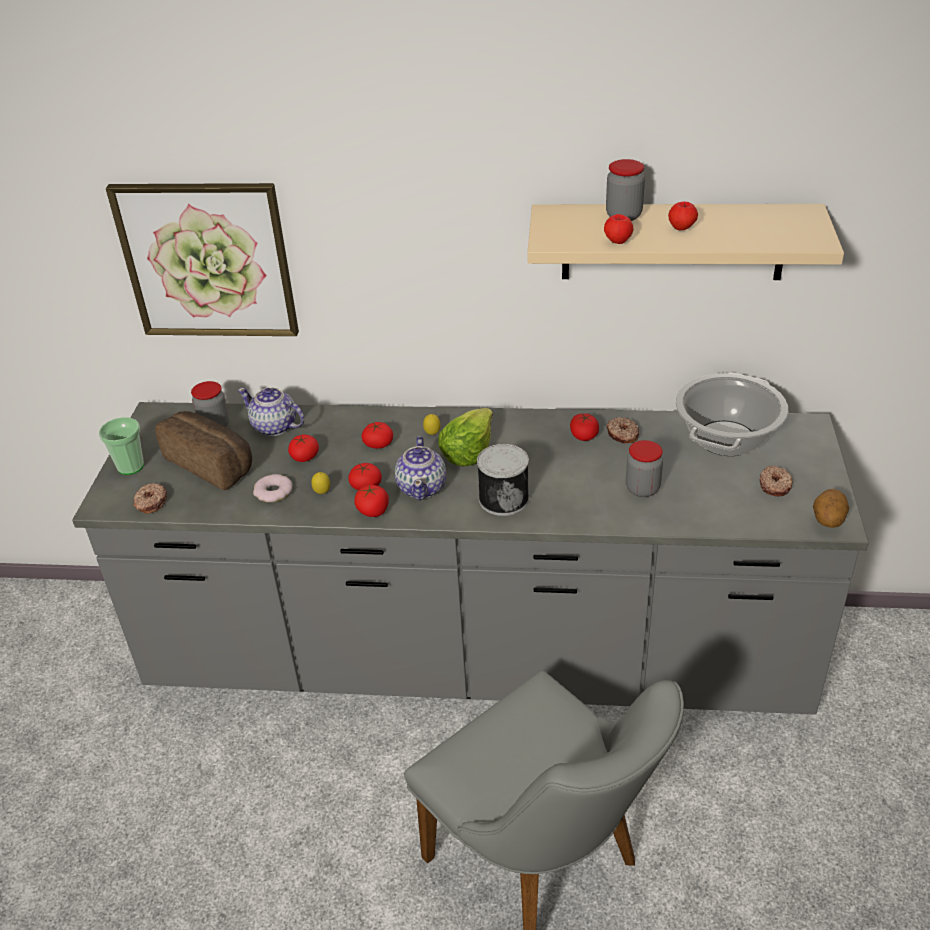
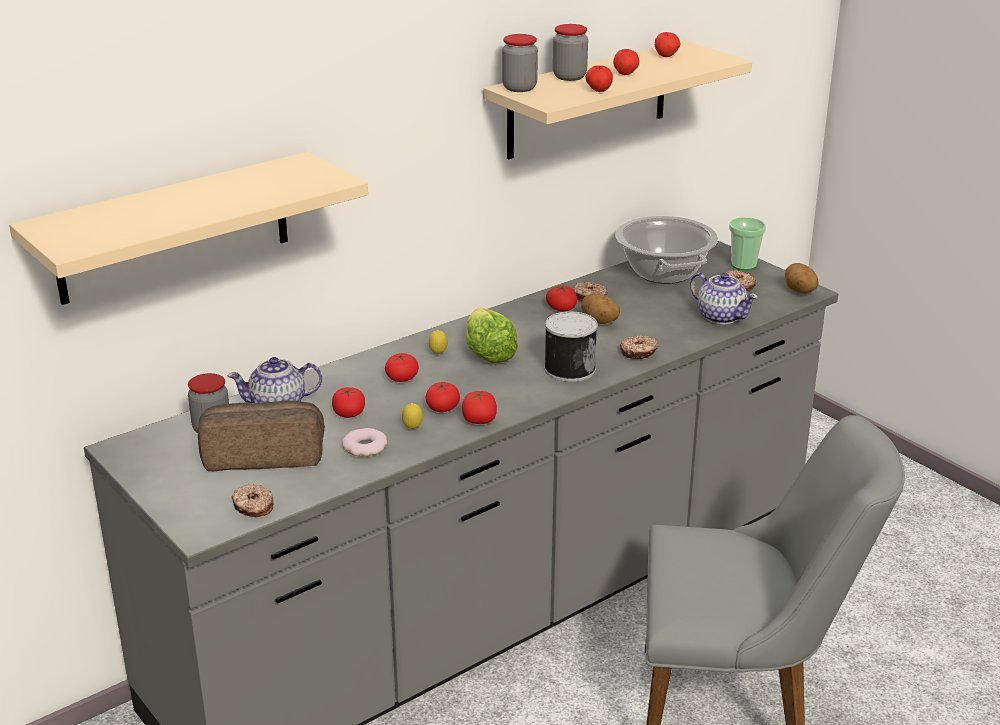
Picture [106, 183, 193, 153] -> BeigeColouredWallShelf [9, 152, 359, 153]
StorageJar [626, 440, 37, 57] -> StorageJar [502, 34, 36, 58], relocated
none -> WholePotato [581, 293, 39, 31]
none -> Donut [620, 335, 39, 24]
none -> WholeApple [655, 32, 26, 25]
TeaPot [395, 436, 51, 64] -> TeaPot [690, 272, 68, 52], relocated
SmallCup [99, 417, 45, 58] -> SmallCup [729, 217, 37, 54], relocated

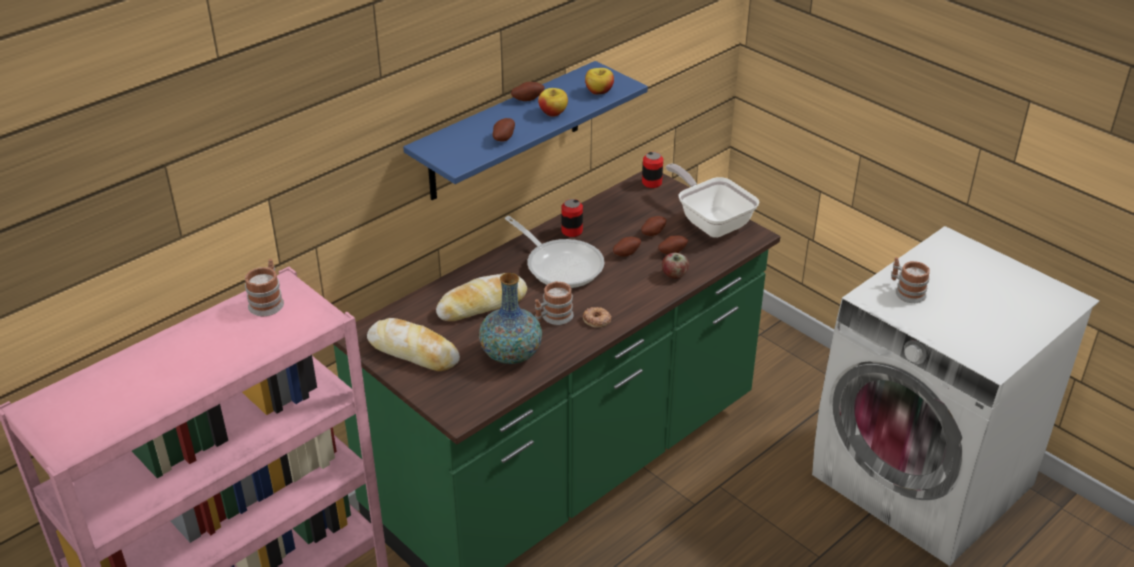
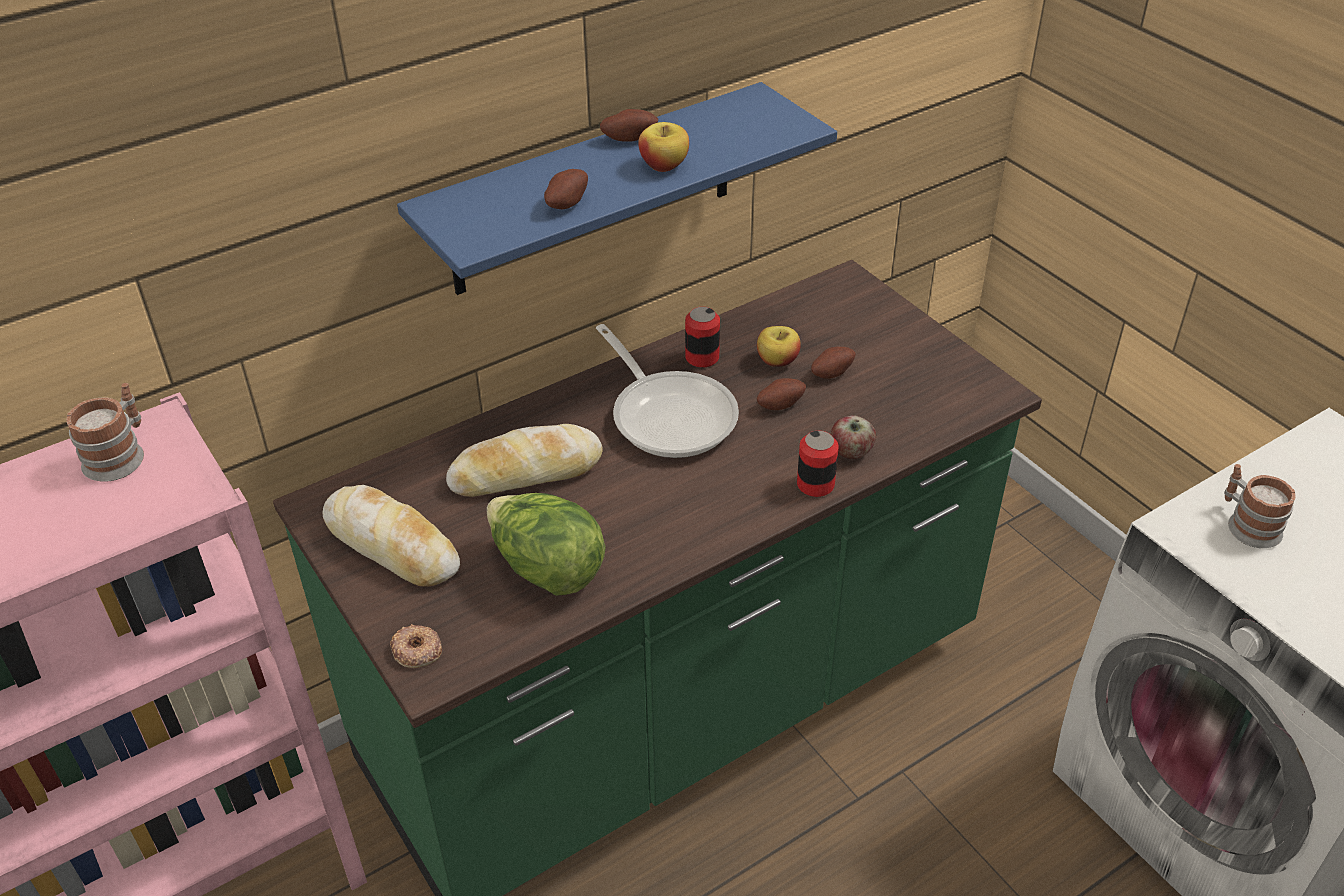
Donut [583, 307, 28, 20] -> Donut [390, 624, 52, 44], relocated
FlowerVase [479, 273, 63, 91] -> LettuceHead [487, 493, 119, 103]
WholeApple [585, 68, 29, 26] -> WholeApple [757, 326, 44, 41], relocated
SealedCan [642, 152, 21, 36] -> SealedCan [797, 431, 42, 66], relocated
Mug [535, 281, 39, 44] -> none
WholePotato [658, 236, 30, 18] -> none
FryingPan [666, 164, 93, 74] -> none

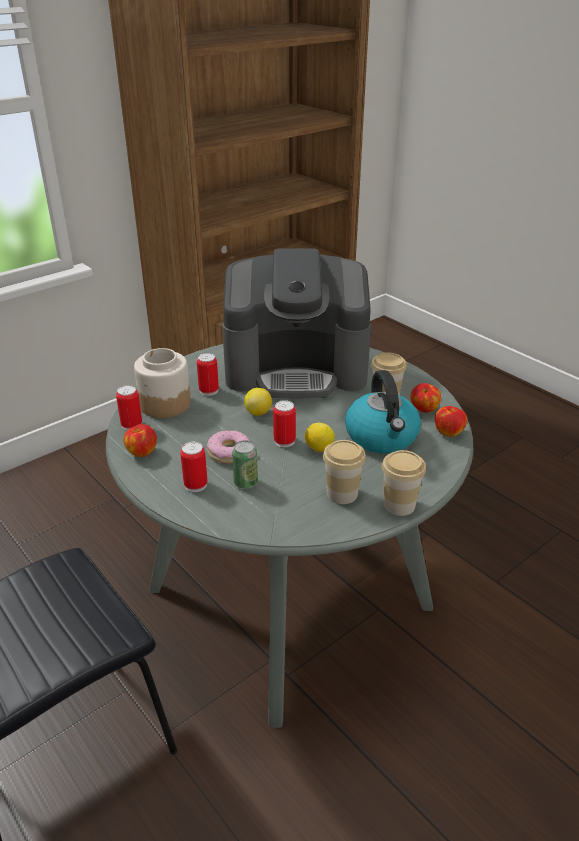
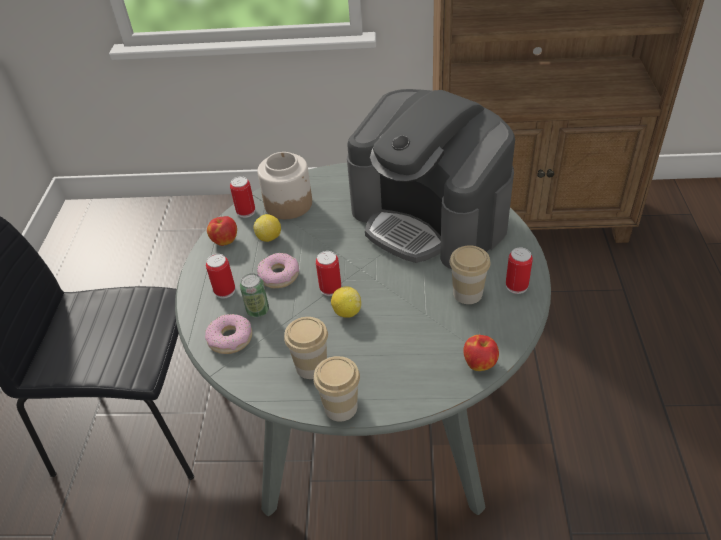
none -> Donut [205, 314, 47, 40]
CitrusFruit [244, 388, 28, 28] -> CitrusFruit [253, 214, 28, 28], relocated
SealedCan [197, 353, 22, 43] -> SealedCan [506, 248, 27, 46], relocated
Kettle [345, 370, 76, 83] -> none
WholeApple [411, 383, 30, 30] -> none

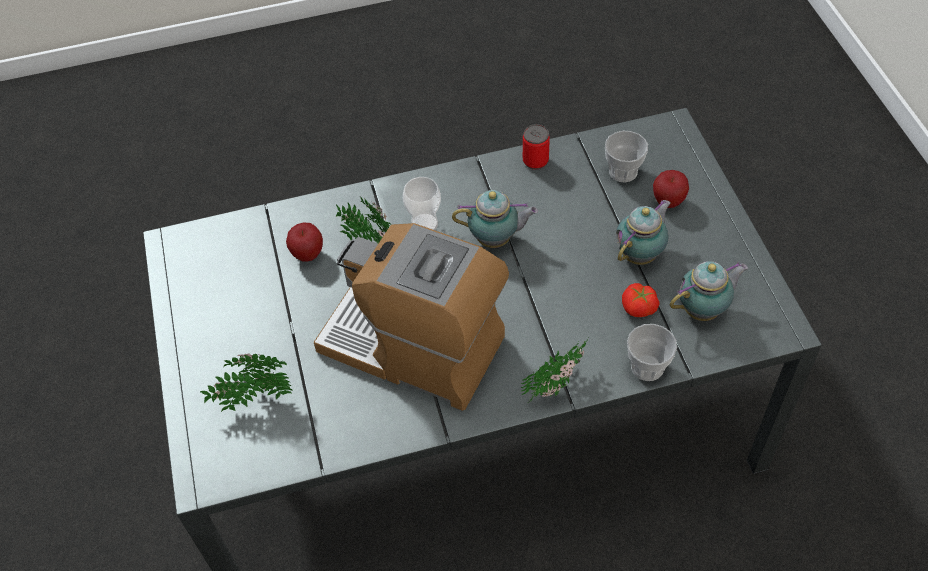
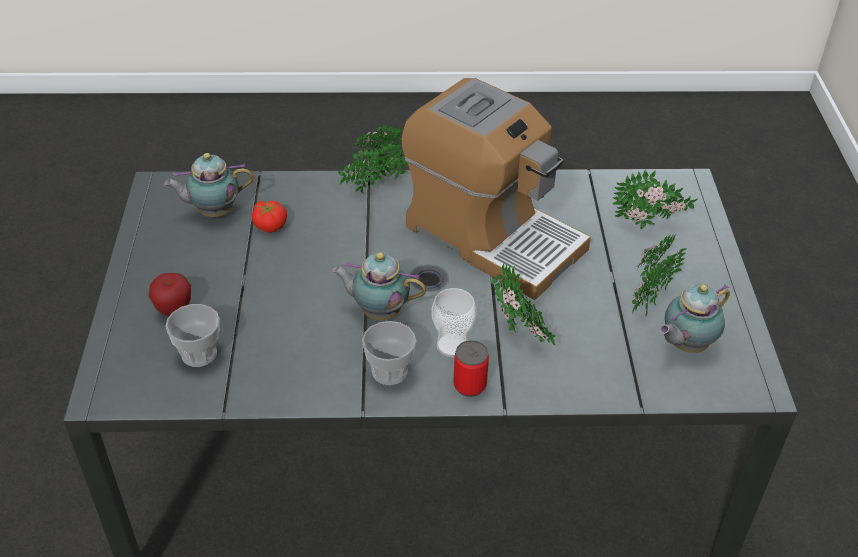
SmallCup [627, 324, 50, 57] -> SmallCup [362, 321, 54, 64], relocated
SealedCan [523, 124, 27, 45] -> SealedCan [453, 340, 36, 57], relocated
none -> PottedPlant [632, 235, 54, 83]
TeaPot [616, 200, 55, 65] -> TeaPot [659, 284, 71, 69], relocated
WholeApple [286, 222, 37, 40] -> none

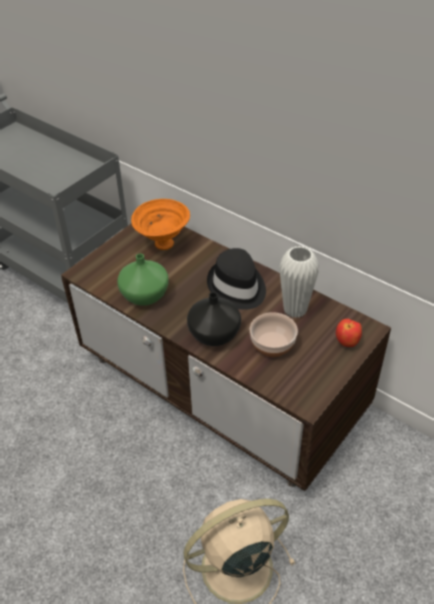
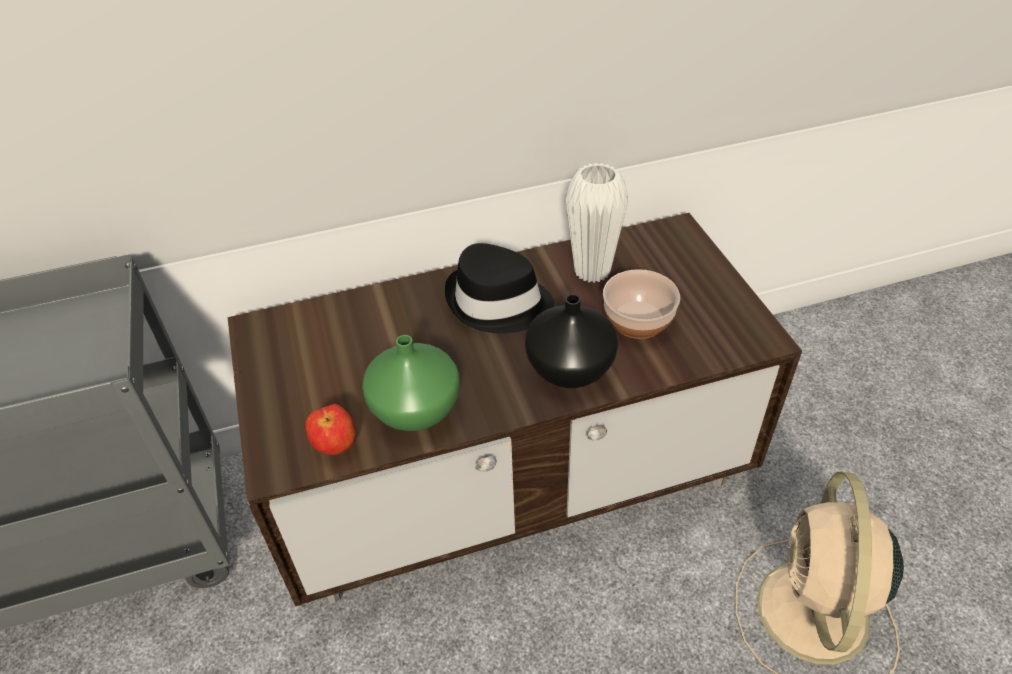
WholeApple [336, 319, 26, 28] -> WholeApple [305, 404, 51, 51], relocated
OrangeColouredBowl [131, 199, 59, 51] -> none

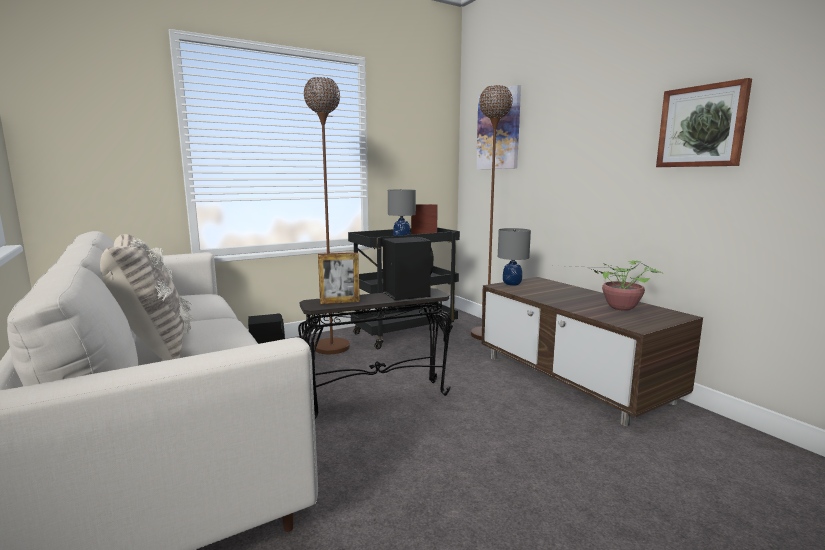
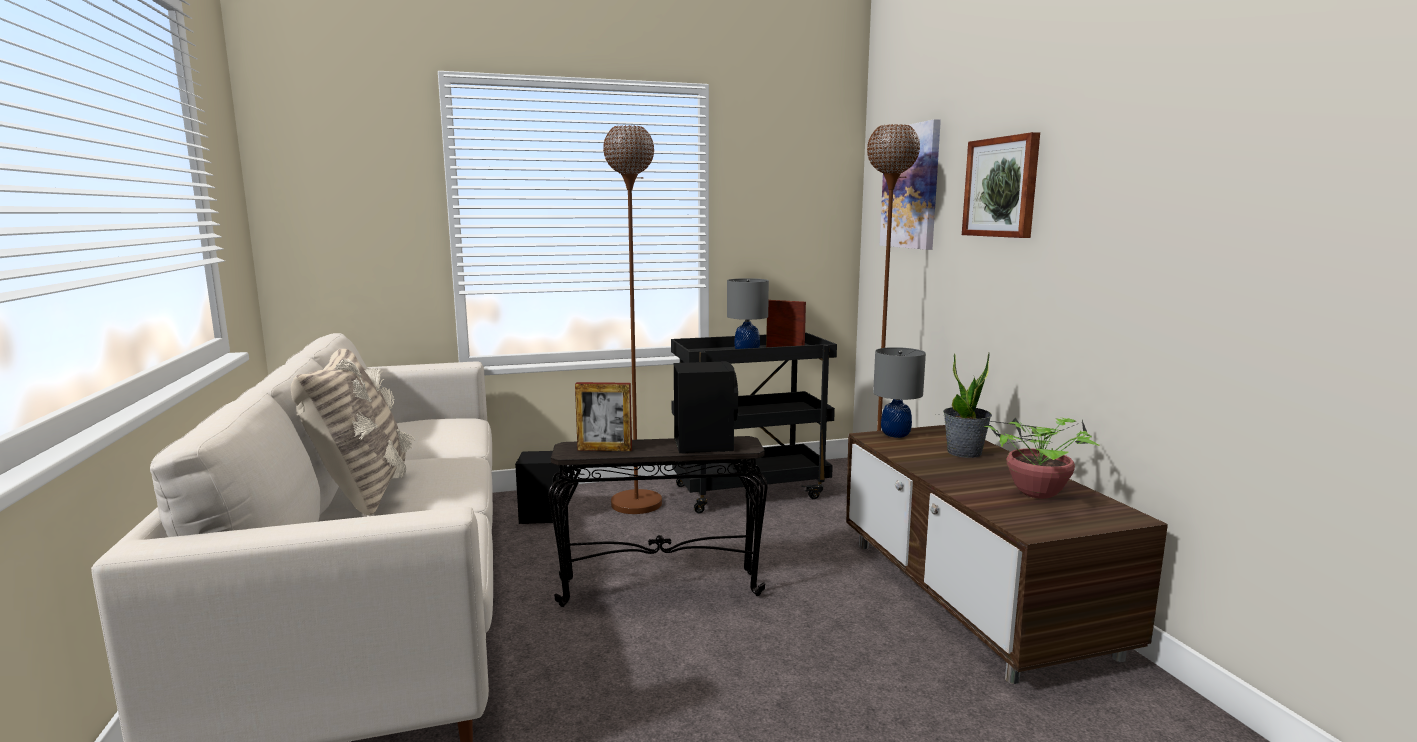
none -> PottedPlant [943, 353, 49, 105]
Picture [656, 78, 96, 89] -> Picture [962, 132, 78, 106], relocated

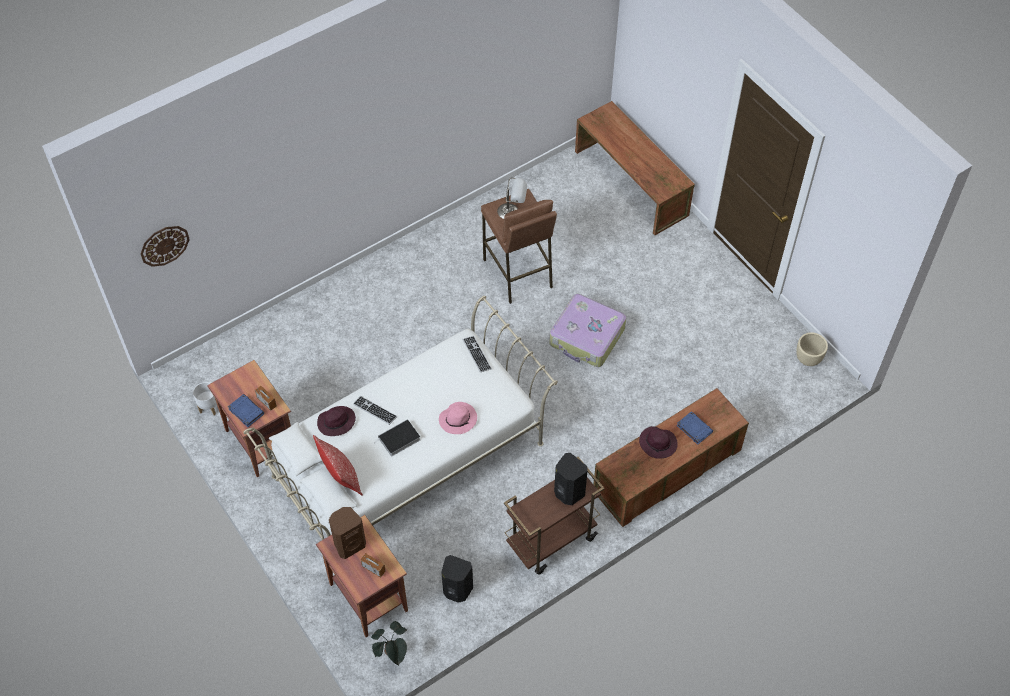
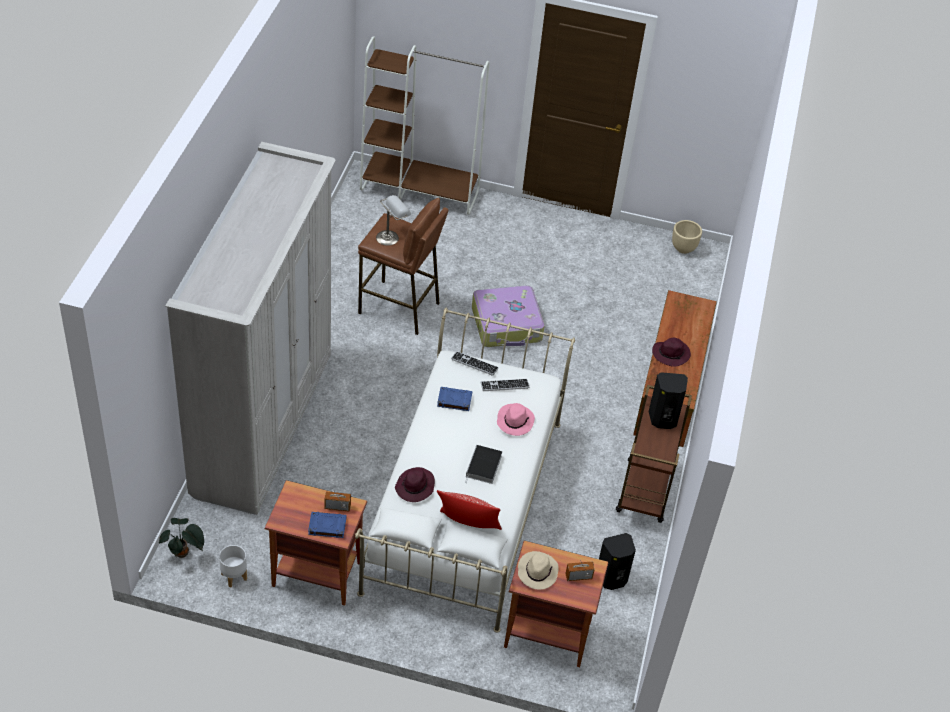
PottedPlant [371, 621, 36, 45] -> PottedPlant [159, 518, 45, 40], relocated
none -> WhitishWardrobe [165, 142, 171, 373]
BrownIndoorBench [575, 101, 120, 134] -> BrownGarmentRack [360, 37, 129, 178]
BluishBoundBook [677, 411, 36, 33] -> BluishBoundBook [437, 387, 35, 24], relocated
ComputerKeyboard [353, 396, 44, 29] -> ComputerKeyboard [480, 379, 50, 12], relocated
BrownAudioSpeaker [329, 507, 37, 52] -> BeigeColouredHat [518, 551, 41, 39]
HangingClock [140, 226, 50, 41] -> none

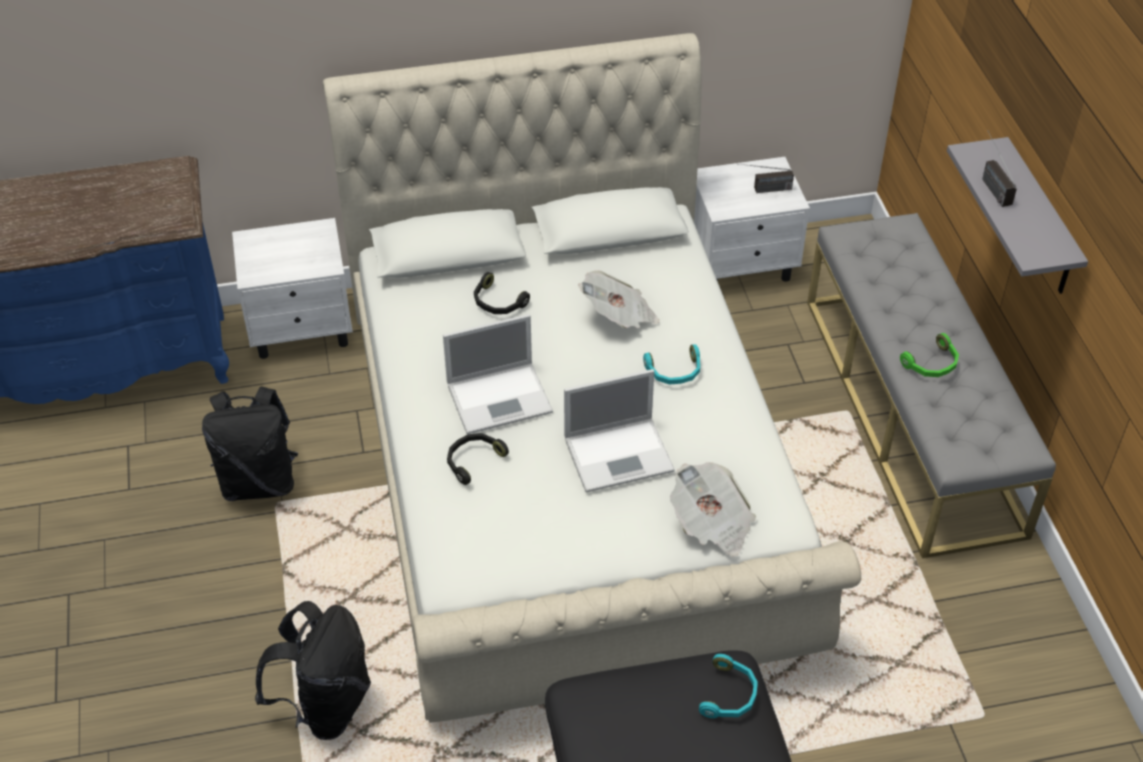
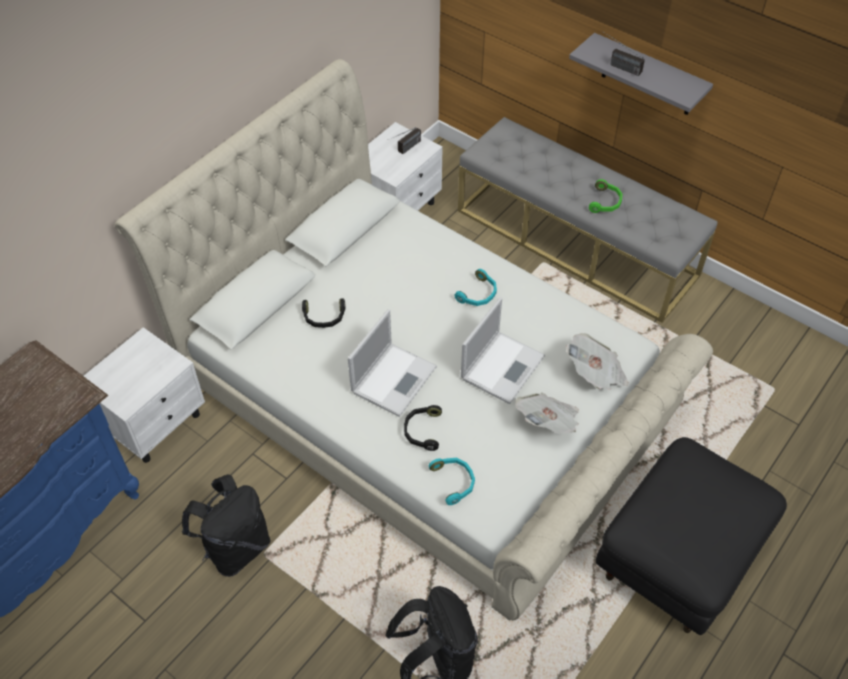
TurquoiseColouredHeadset [699, 654, 59, 64] -> TurquoiseColouredHeadset [429, 458, 46, 47], relocated
DailyPaper [578, 271, 82, 57] -> DailyPaper [515, 393, 64, 41], relocated

